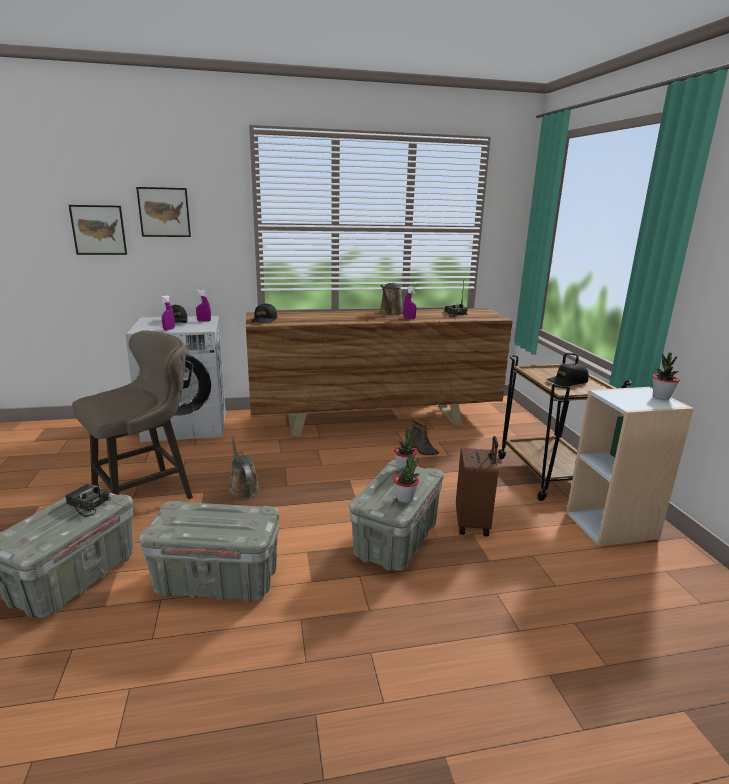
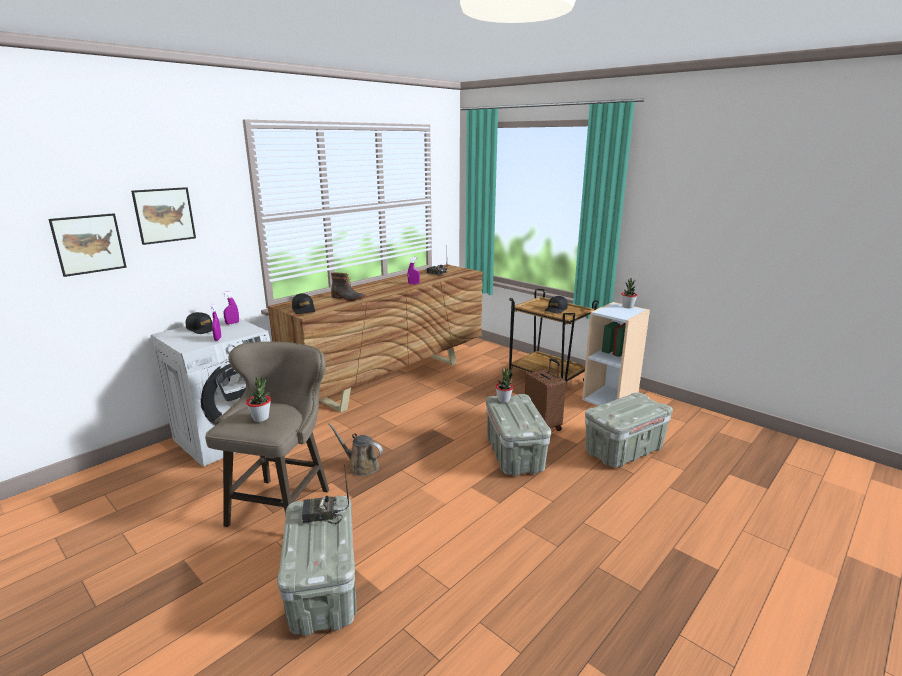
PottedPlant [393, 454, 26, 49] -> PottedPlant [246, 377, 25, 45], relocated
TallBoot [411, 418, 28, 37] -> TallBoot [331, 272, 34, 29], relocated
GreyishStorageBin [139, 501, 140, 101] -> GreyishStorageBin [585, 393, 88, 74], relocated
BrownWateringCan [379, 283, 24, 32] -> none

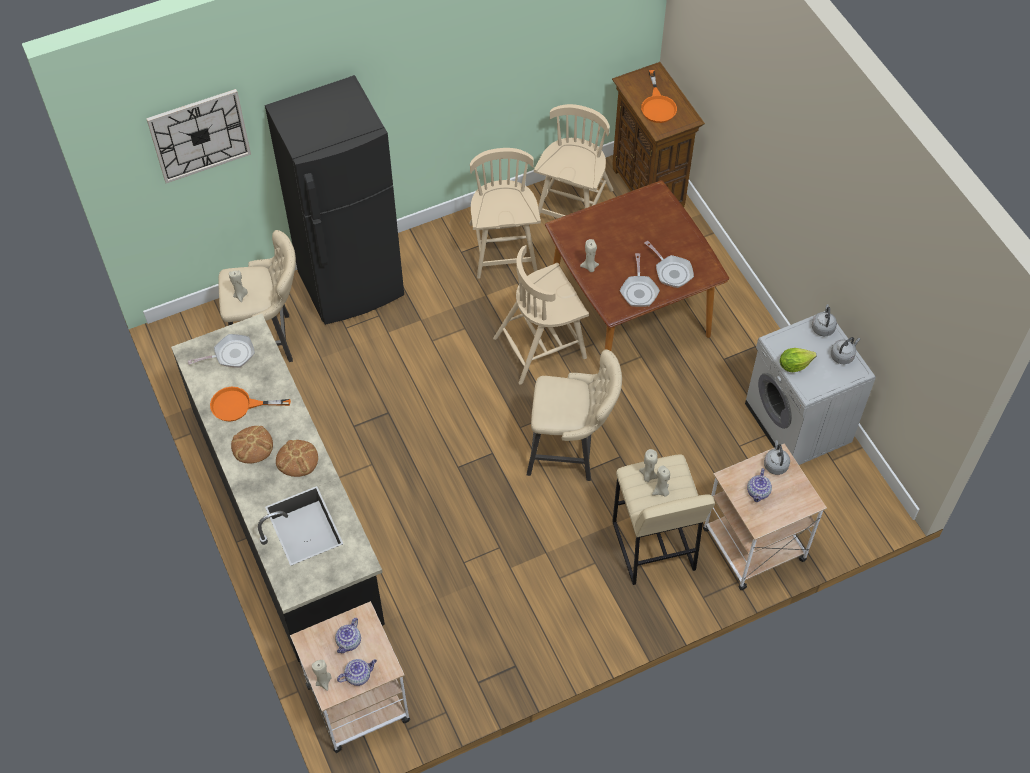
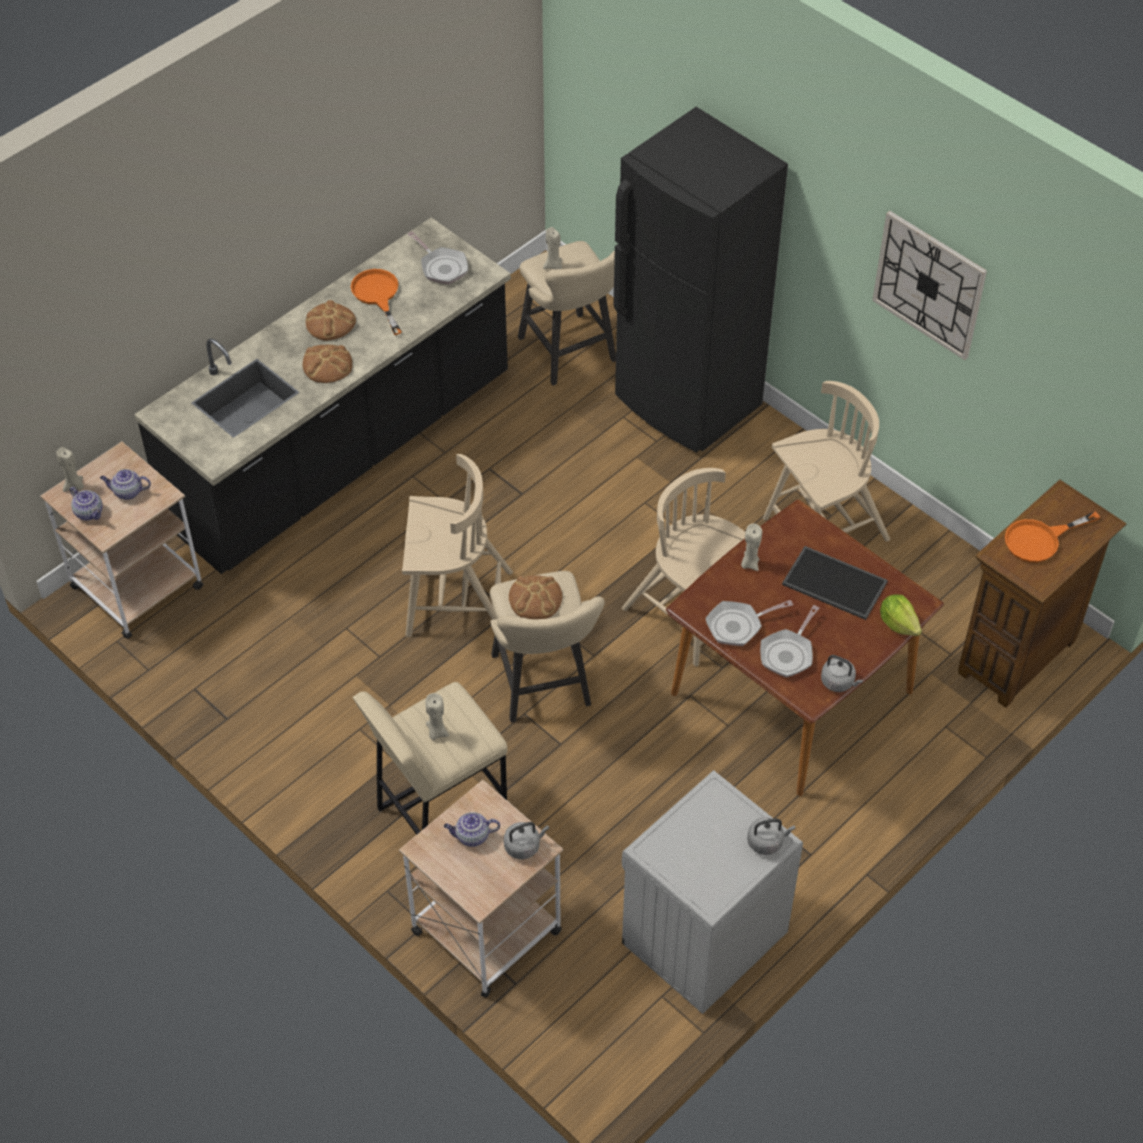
BeigeColouredUprightChair [534, 104, 79, 114] -> BeigeColouredUprightChair [402, 454, 111, 183], relocated
none -> Bread [509, 575, 53, 44]
none -> ServingTray [782, 546, 106, 74]
GreyishKettle [831, 337, 29, 27] -> GreyishKettle [821, 655, 42, 37], relocated
HangingClock [146, 89, 105, 94] -> HangingClock [872, 211, 115, 149], relocated
LettuceHead [780, 348, 36, 24] -> LettuceHead [880, 594, 42, 42], relocated
BeigeColouredWaxCandle [639, 449, 19, 33] -> none

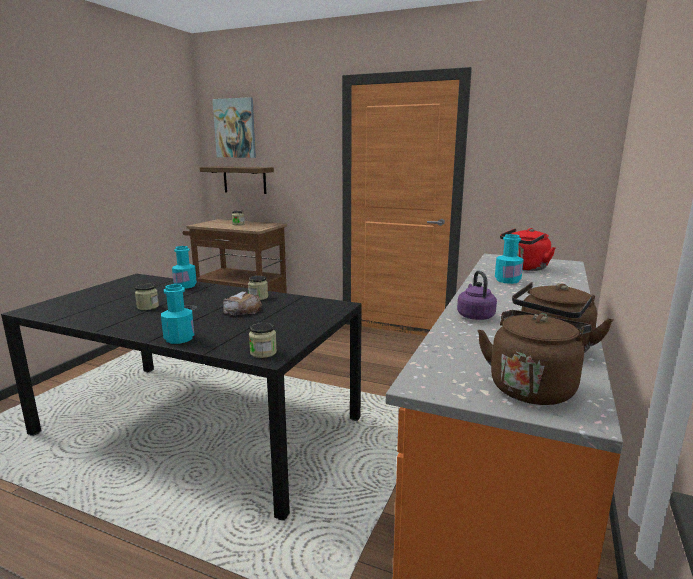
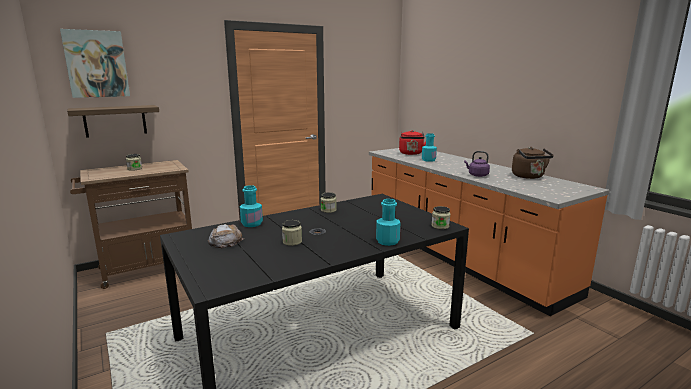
Bread [223, 292, 39, 23] -> Bread [208, 224, 36, 24], relocated
BrownKettle [478, 310, 113, 95] -> none

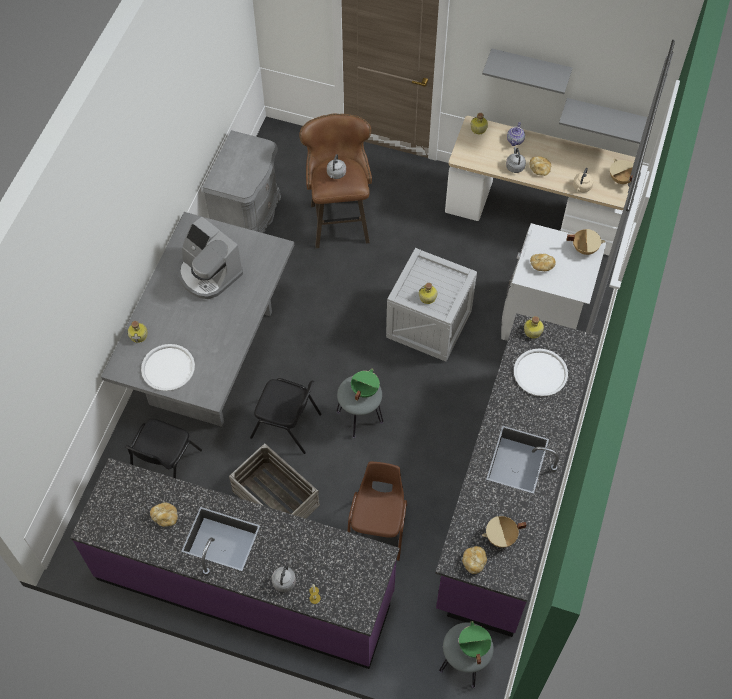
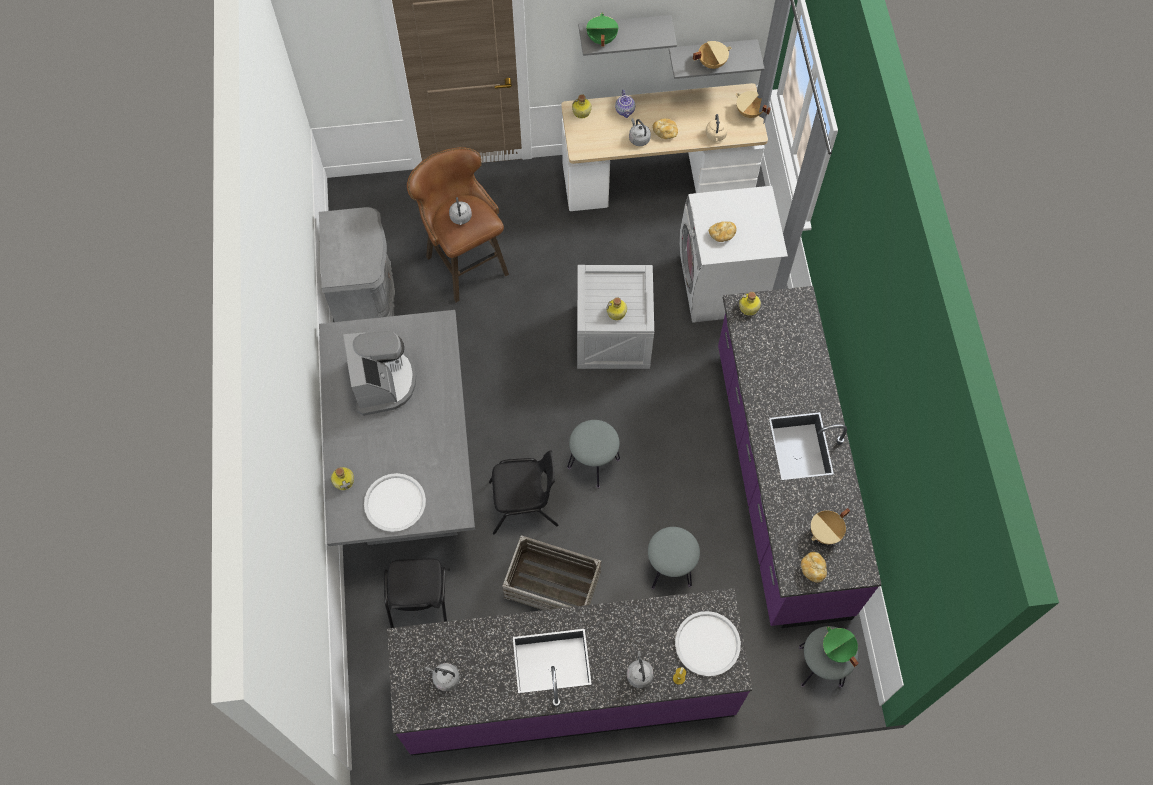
CoffeeBrewer [177, 217, 66, 82] -> CoffeeBrewer [343, 331, 73, 85], 120 degrees counterclockwise
none -> GreyishKettle [425, 663, 35, 28]
GreenColouredSaucepot [351, 369, 29, 32] -> GreenColouredSaucepot [586, 13, 32, 33], relocated
BrownUprightChair [347, 462, 60, 99] -> GreyishSittingStool [648, 527, 52, 62]
WhitishServingTray [514, 348, 54, 48] -> WhitishServingTray [675, 611, 66, 65], relocated
BeigeColouredSaucepot [567, 229, 38, 26] -> BeigeColouredSaucepot [693, 41, 38, 28], relocated
Bread [150, 502, 28, 25] -> none

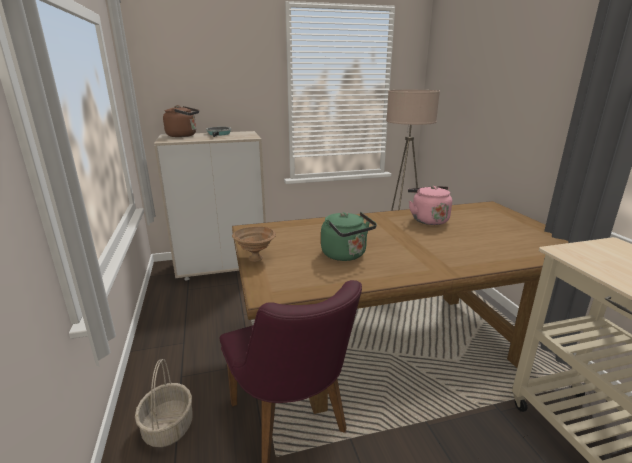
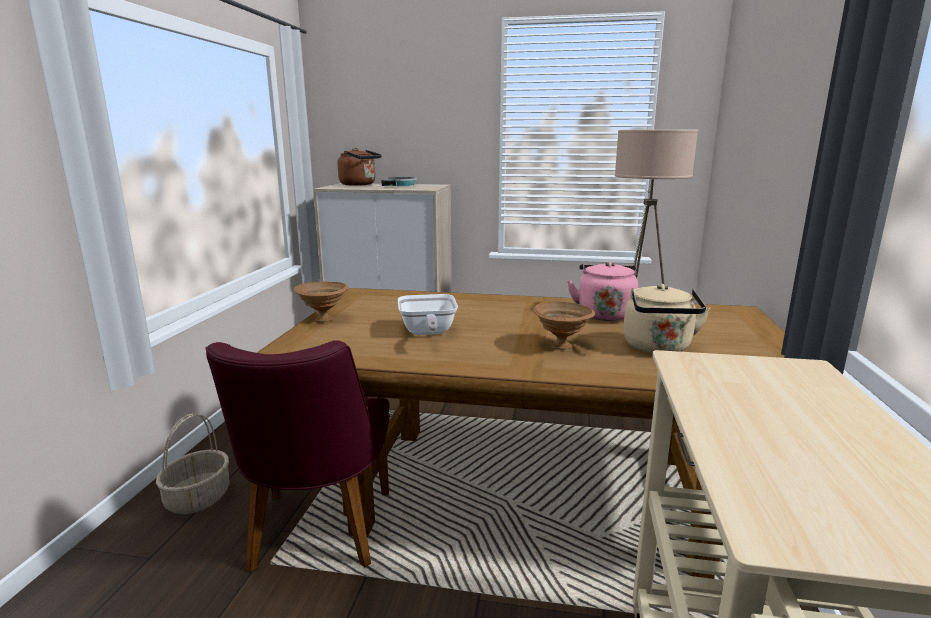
GreenColouredKettle [321, 212, 56, 49] -> FryingPan [398, 294, 60, 41]
none -> BrownBowl [533, 301, 62, 49]
none -> BeigeColouredKettle [623, 284, 87, 70]

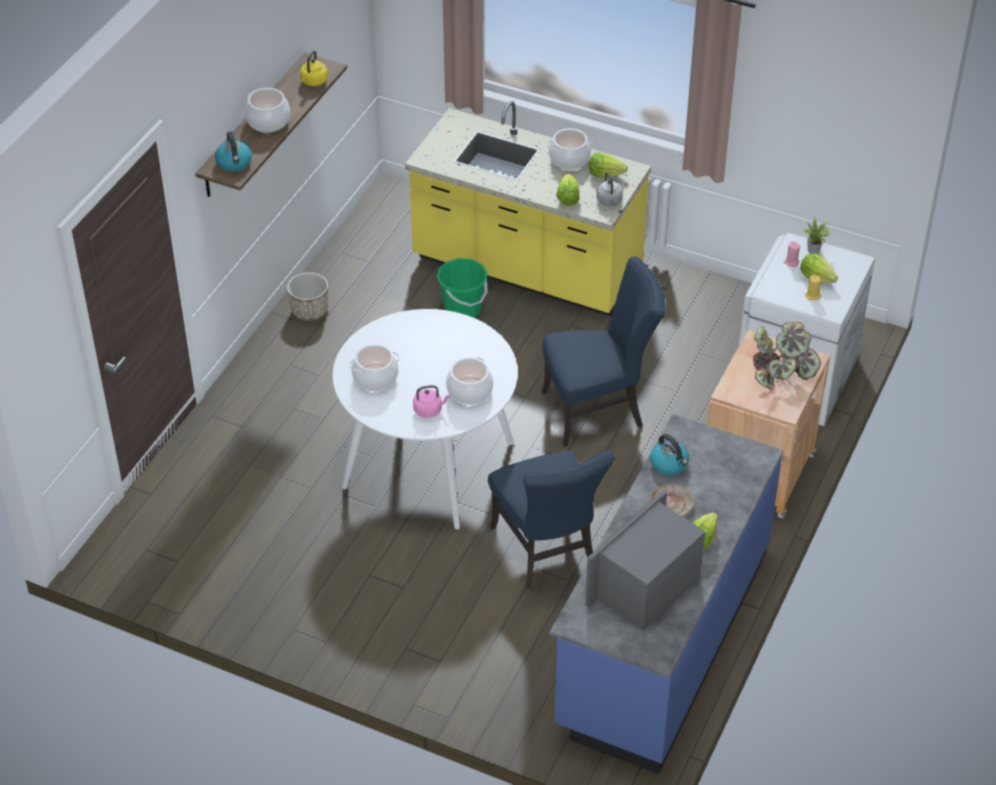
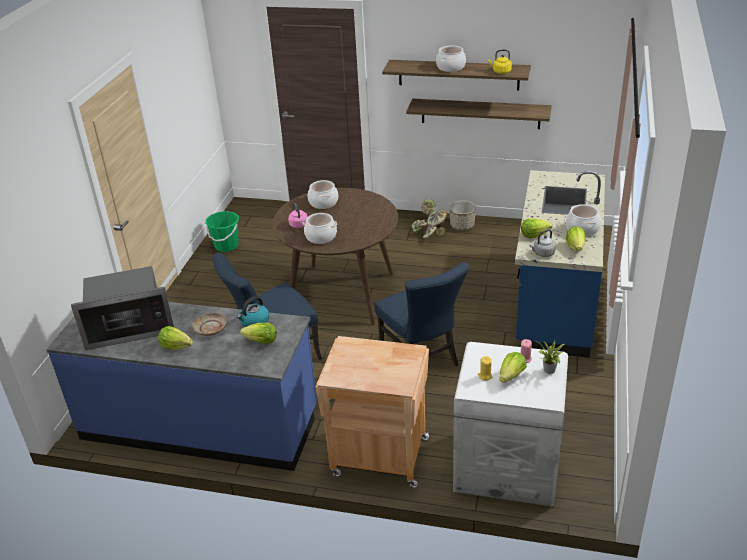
Microwave [585, 490, 120, 141] -> Microwave [71, 266, 103, 84], 135 degrees clockwise
GreenColouredPail [437, 258, 51, 60] -> GreenColouredPail [205, 211, 34, 41], relocated
none -> LettuceHead [240, 323, 37, 21]
WhitishDinnerTable [333, 309, 185, 221] -> BrownDinnerTable [272, 188, 126, 137]
none -> WallShelf [406, 99, 146, 30]
PottedPlant [753, 322, 68, 67] -> PottedPlant [411, 199, 36, 40], relocated
YellowKitchenCounter [405, 101, 246, 216] -> BluishKitchenCounter [515, 170, 90, 188]
Kettle [215, 131, 37, 41] -> none

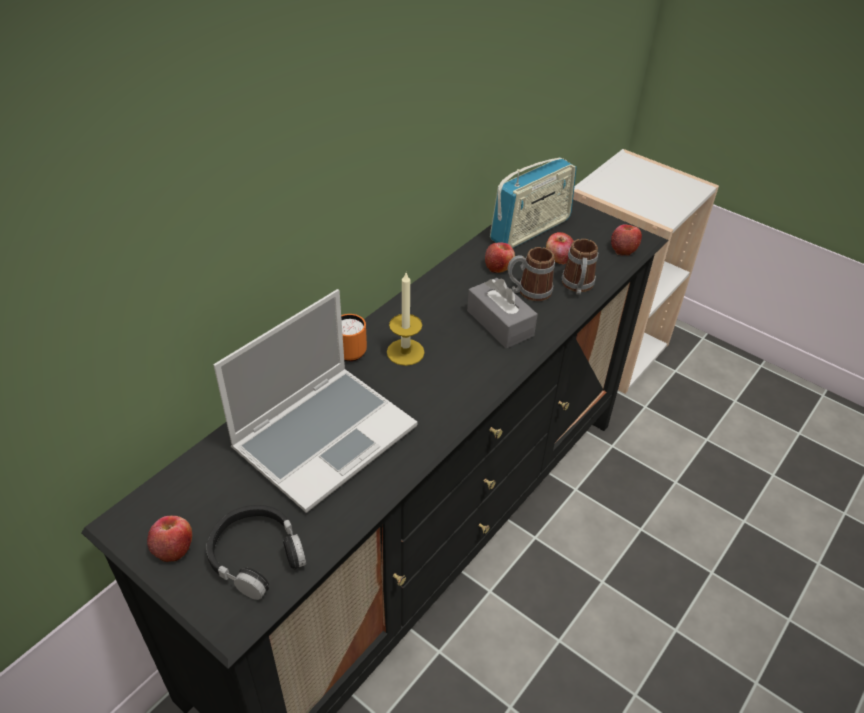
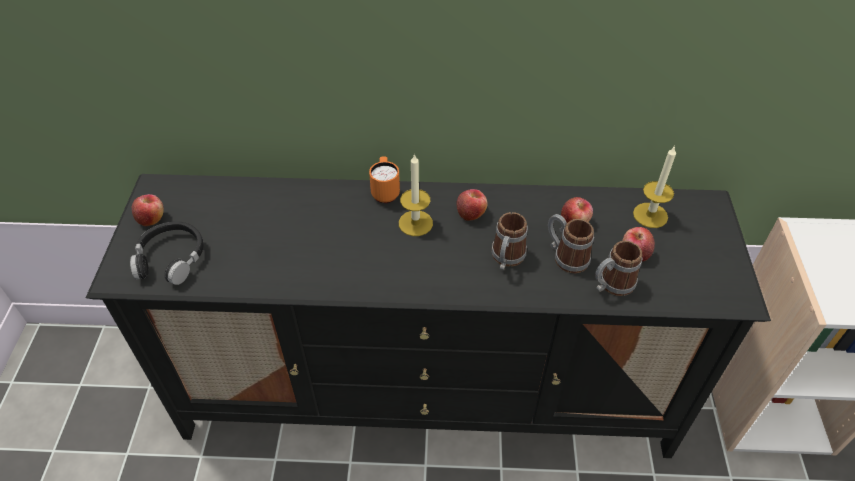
WholeApple [611, 224, 31, 32] -> WholeApple [456, 189, 31, 32], relocated
GreyishTissueHolder [467, 278, 71, 70] -> Mug [491, 212, 37, 58]
Radio [490, 157, 87, 91] -> WaxCandle [633, 145, 43, 83]
NotebookComputer [213, 289, 204, 224] -> none

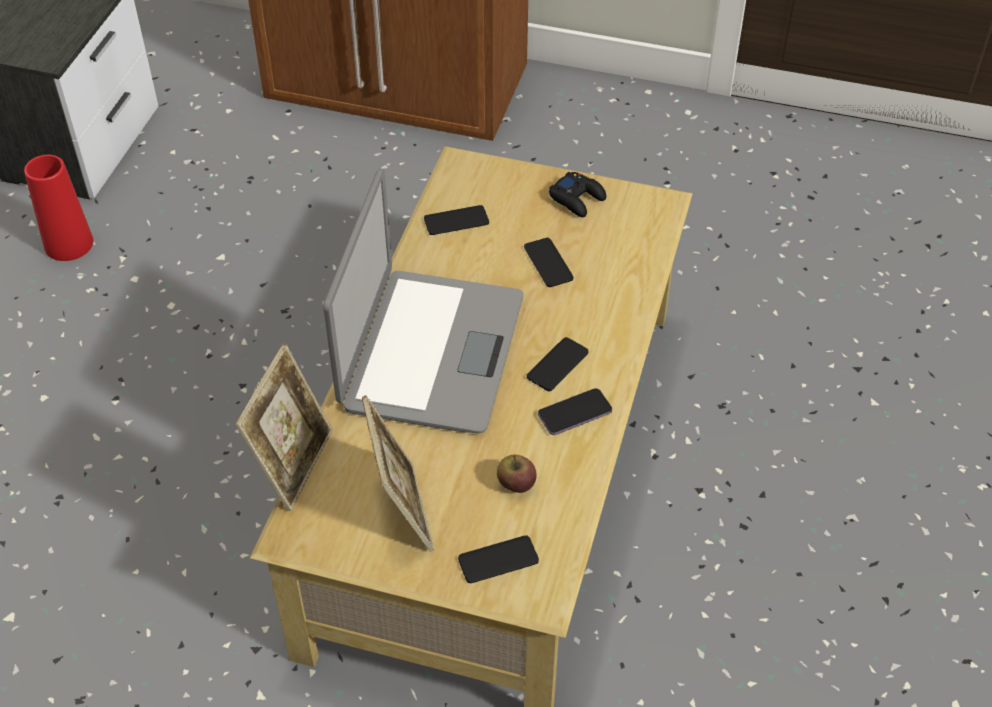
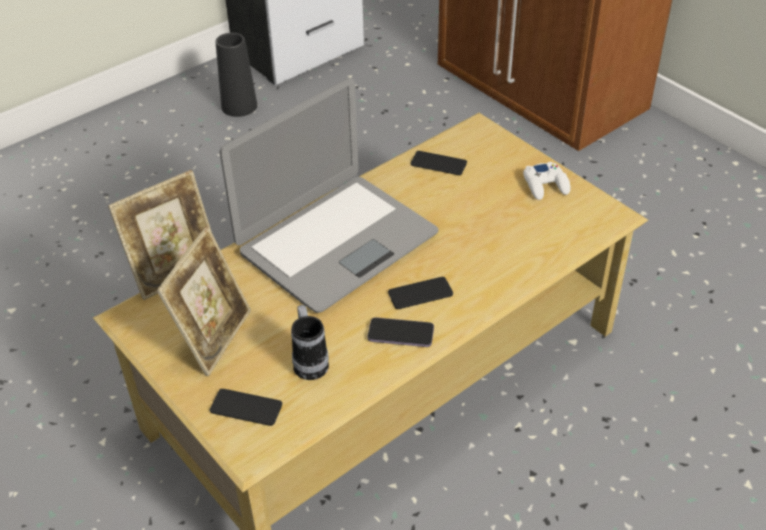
ReddishFlowerVase [24, 155, 69, 106] -> BlackColouredFlowerVase [216, 33, 41, 84]
WholeApple [497, 455, 40, 38] -> Mug [291, 305, 38, 75]
BlackColouredJoypad [549, 172, 57, 45] -> WhitishJoypad [523, 162, 48, 38]
Phone [524, 238, 49, 49] -> none

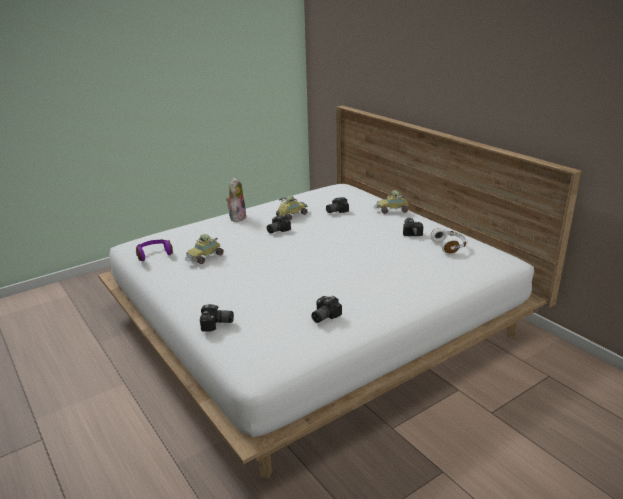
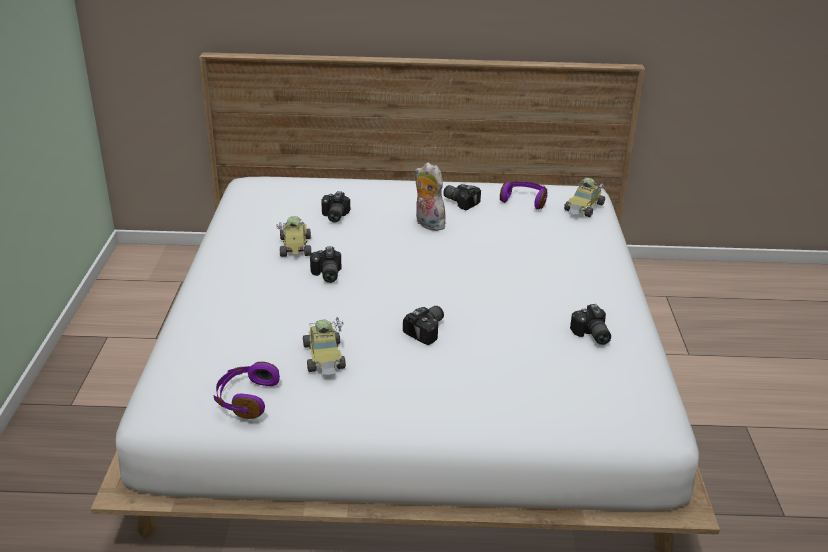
PhotoCamera [200, 304, 34, 28] -> PhotoCamera [403, 306, 41, 39], relocated
PlushToy [226, 177, 21, 45] -> PlushToy [414, 162, 32, 69], relocated
WhitishHeadset [431, 228, 37, 25] -> PurpleHeadset [500, 181, 47, 28]
ModelCar [374, 190, 35, 24] -> ModelCar [564, 178, 41, 39], relocated

